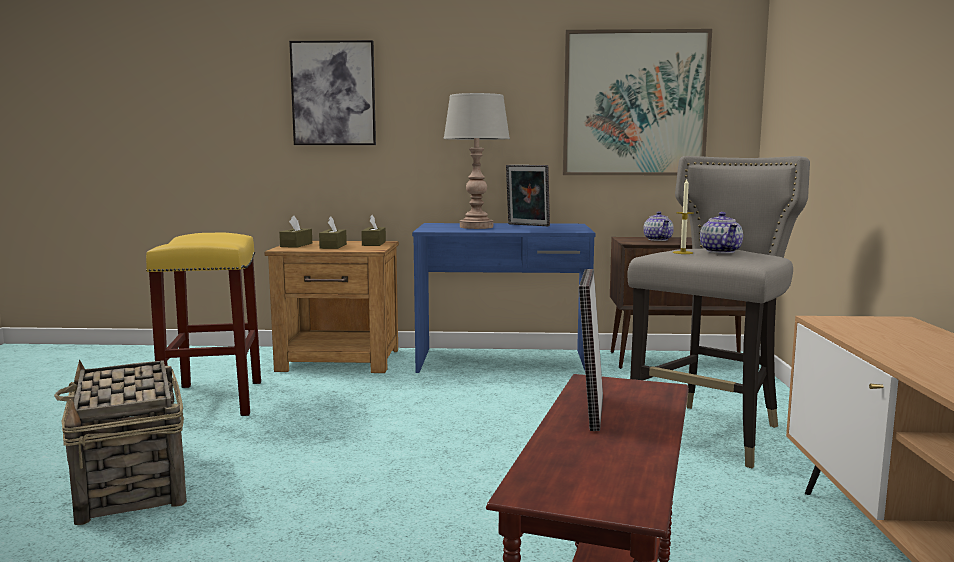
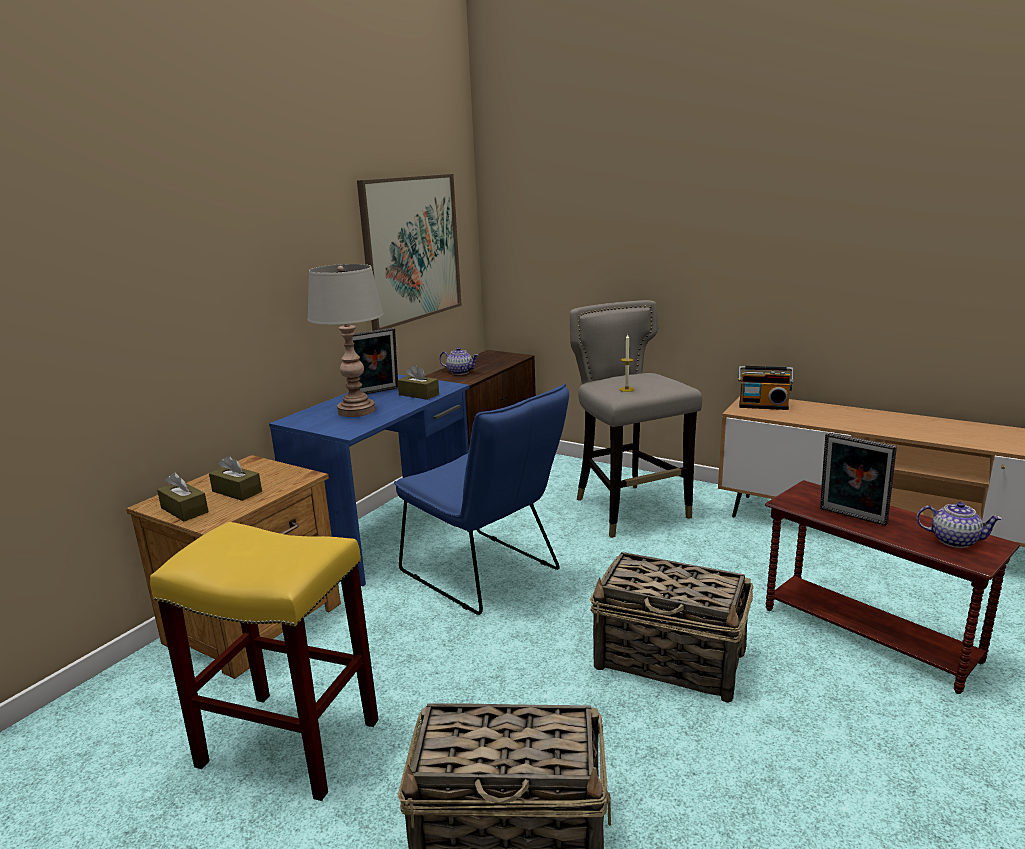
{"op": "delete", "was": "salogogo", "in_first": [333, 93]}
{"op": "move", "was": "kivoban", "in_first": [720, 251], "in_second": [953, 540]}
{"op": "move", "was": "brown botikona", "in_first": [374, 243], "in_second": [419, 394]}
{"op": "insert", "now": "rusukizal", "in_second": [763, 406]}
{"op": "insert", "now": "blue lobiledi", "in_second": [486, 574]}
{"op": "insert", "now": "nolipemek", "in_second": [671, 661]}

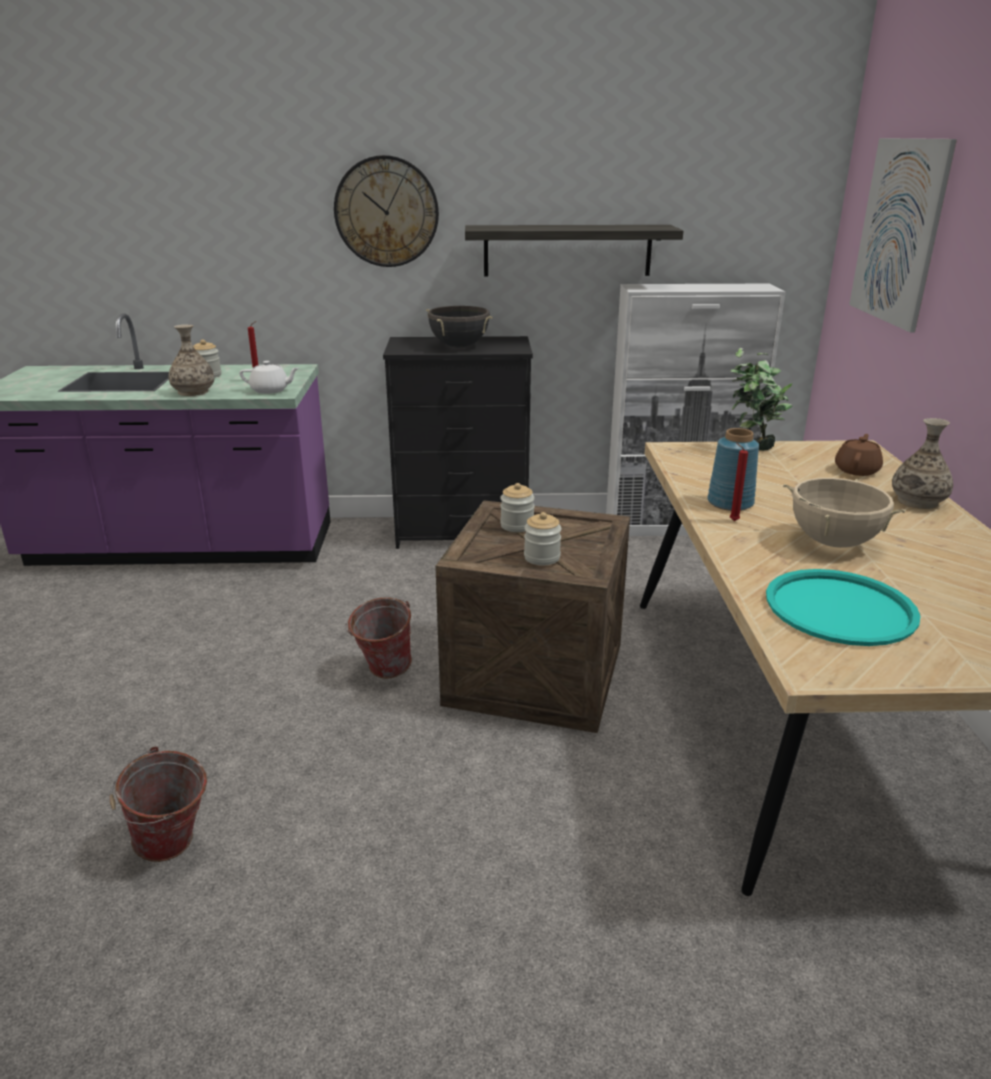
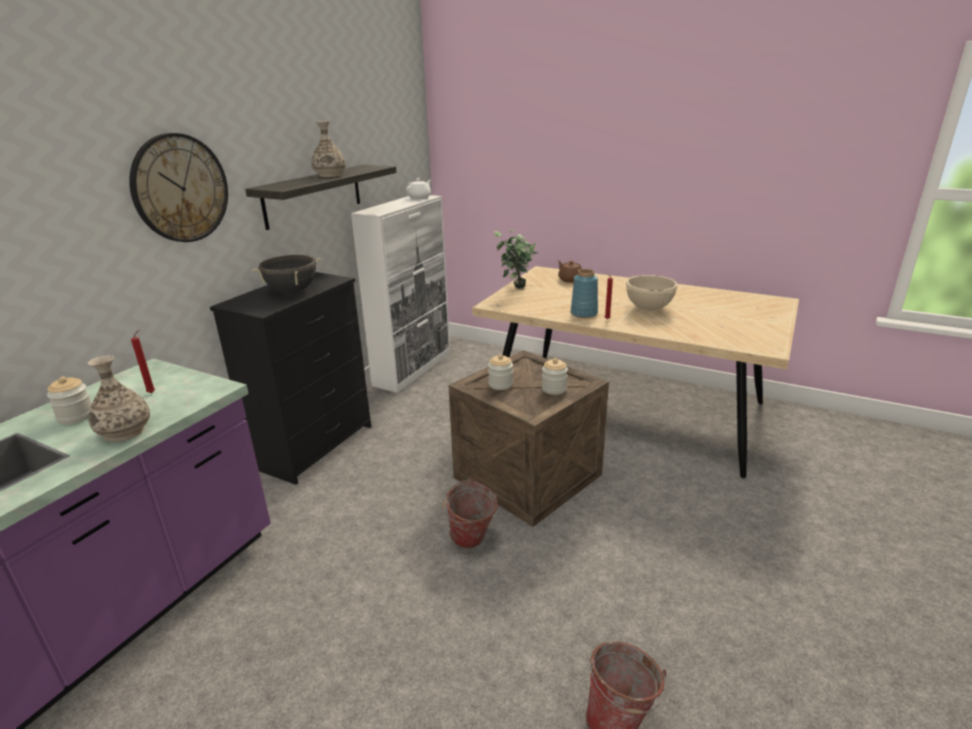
{"op": "delete", "was": "salogogo", "in_first": [899, 232]}
{"op": "move", "was": "white kivoban", "in_first": [270, 390], "in_second": [419, 197]}
{"op": "move", "was": "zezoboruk", "in_first": [917, 501], "in_second": [330, 175]}
{"op": "delete", "was": "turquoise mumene", "in_first": [840, 609]}

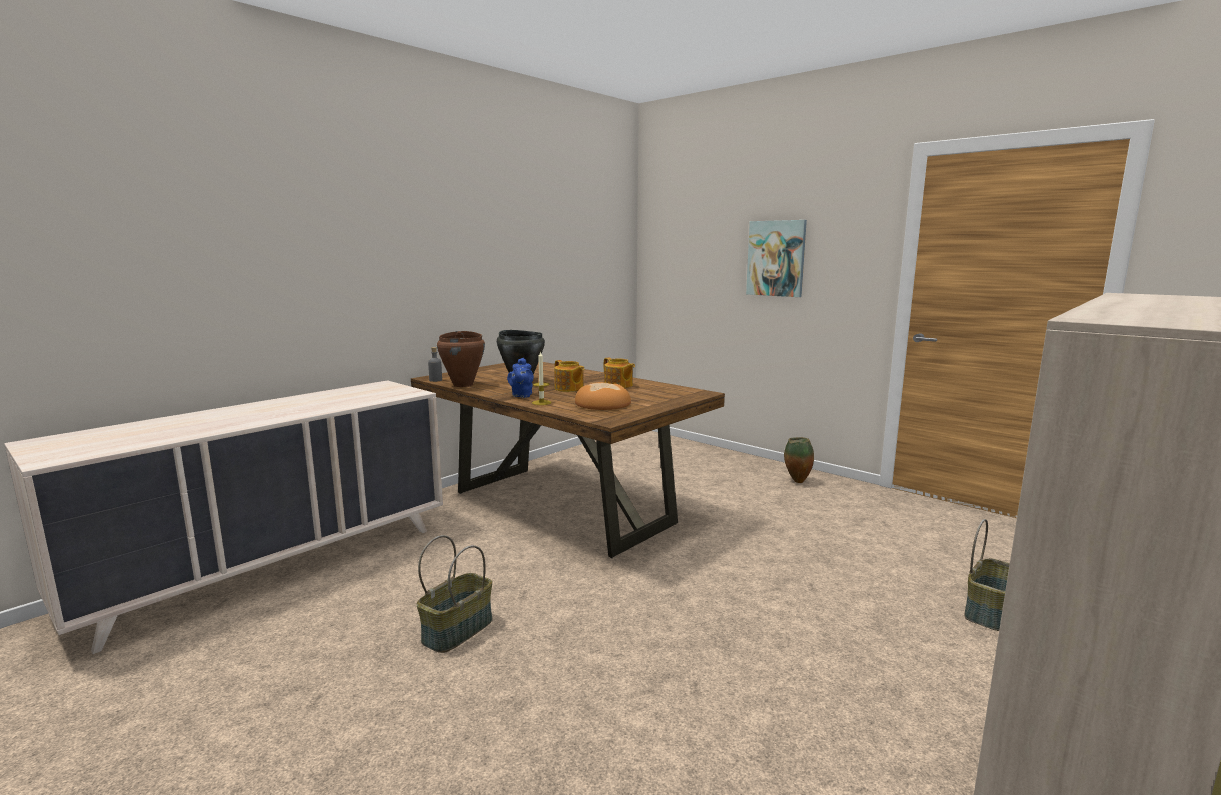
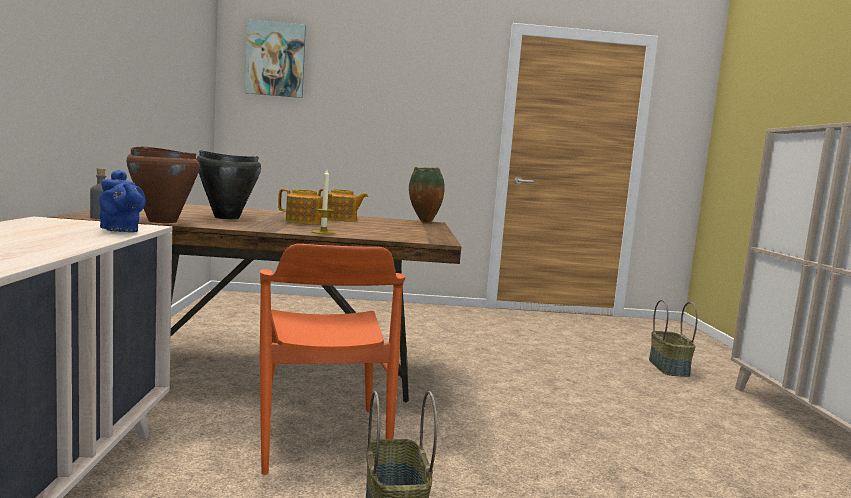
{"op": "move", "was": "salogogo", "in_first": [776, 258], "in_second": [275, 59]}
{"op": "move", "was": "blue kivoban", "in_first": [521, 395], "in_second": [120, 230]}
{"op": "delete", "was": "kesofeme", "in_first": [603, 404]}
{"op": "move", "was": "zezoboruk", "in_first": [797, 481], "in_second": [424, 222]}
{"op": "insert", "now": "orange lobiledi", "in_second": [321, 439]}

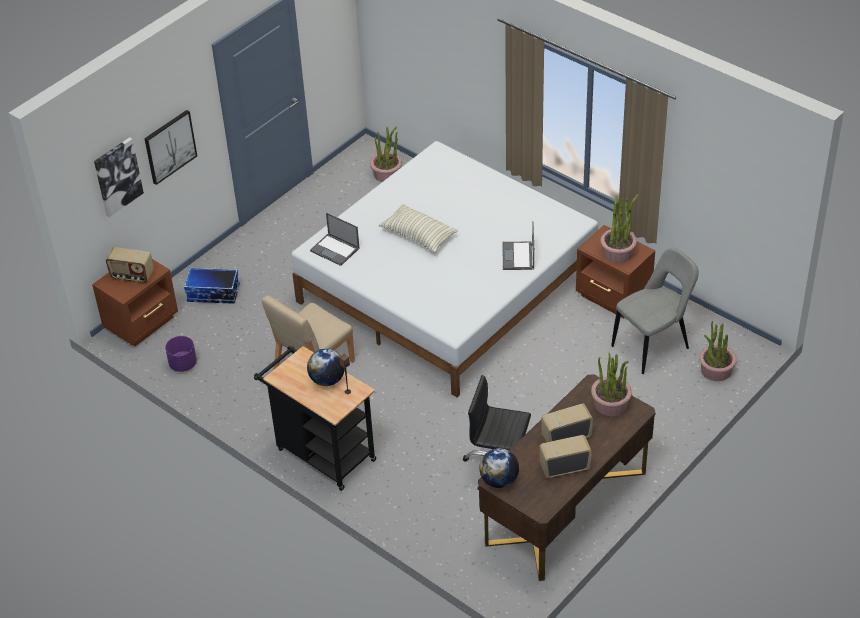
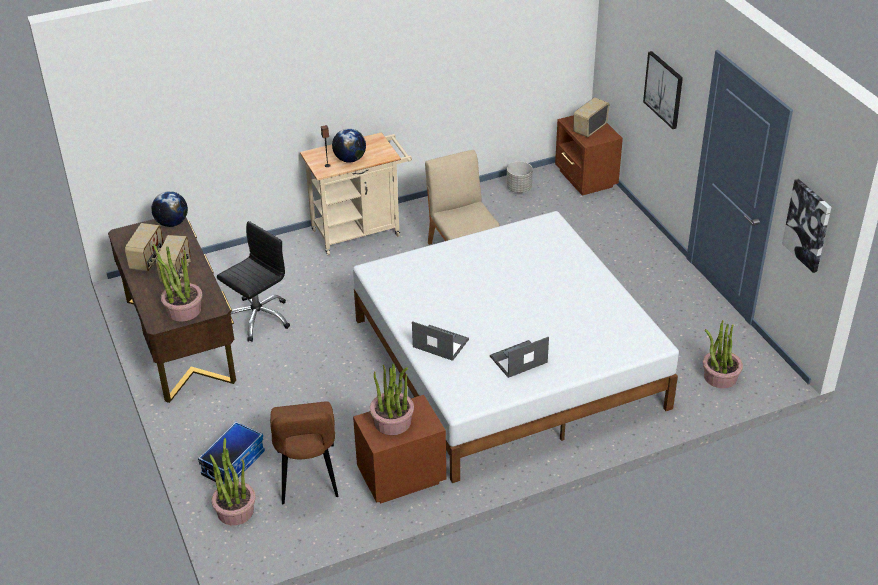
{"op": "move", "was": "salogogo", "in_first": [117, 176], "in_second": [808, 225]}
{"op": "delete", "was": "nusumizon", "in_first": [418, 235]}
{"op": "move", "was": "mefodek", "in_first": [335, 250], "in_second": [518, 360]}
{"op": "recolor", "was": "grey lobiledi", "now": "brown lobiledi", "in_first": [653, 346], "in_second": [308, 477]}
{"op": "move", "was": "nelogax", "in_first": [213, 294], "in_second": [233, 463]}
{"op": "recolor", "was": "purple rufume", "now": "grey rufume", "in_first": [183, 364], "in_second": [519, 188]}
{"op": "recolor", "was": "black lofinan", "now": "beige lofinan", "in_first": [321, 452], "in_second": [361, 231]}

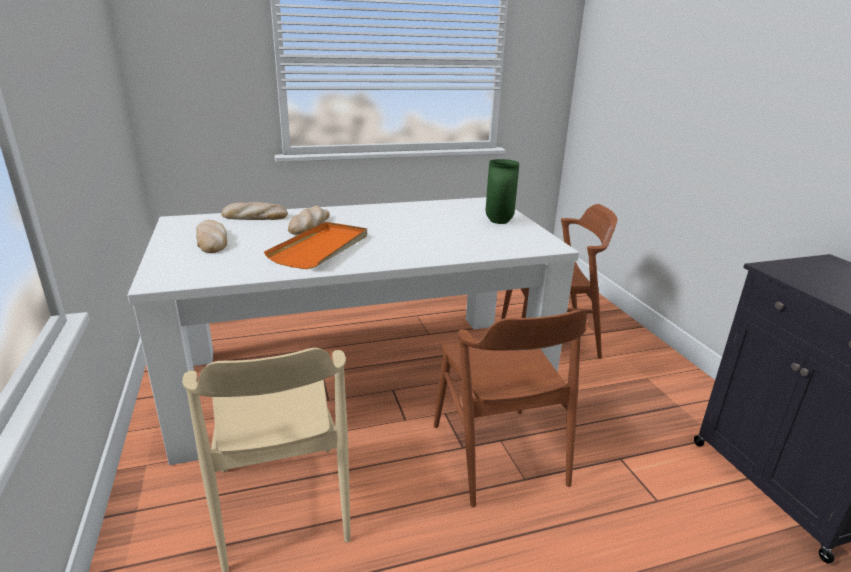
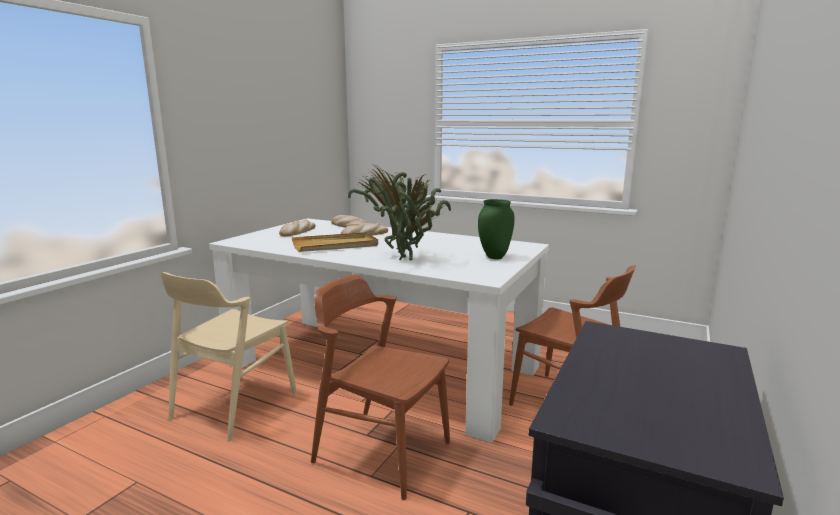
{"op": "recolor", "was": "orange mumene", "now": "beige mumene", "in_first": [321, 248], "in_second": [335, 245]}
{"op": "rotate", "was": "brown lobiledi", "in_first": [498, 454], "in_second": [381, 451], "clockwise": 90}
{"op": "insert", "now": "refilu", "in_second": [403, 258]}

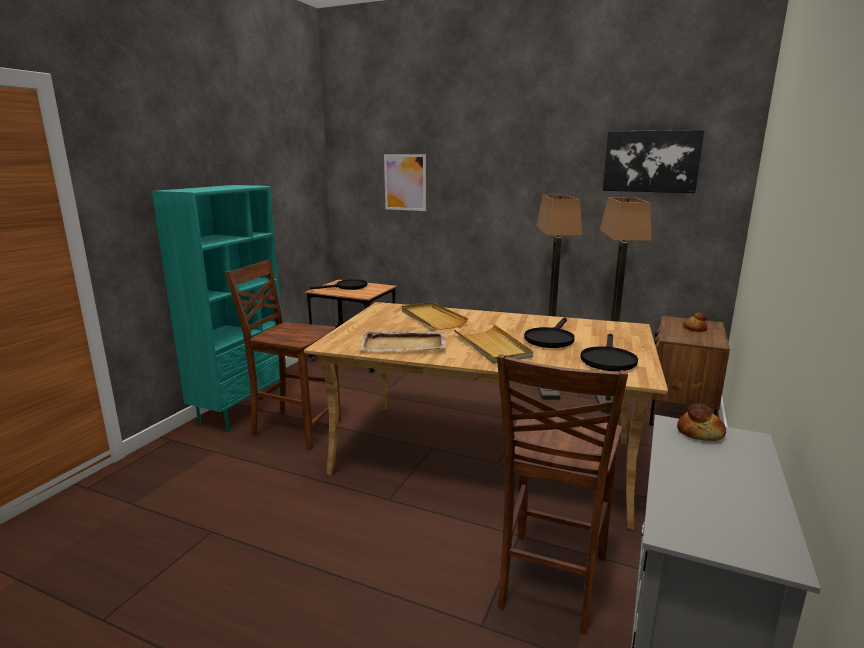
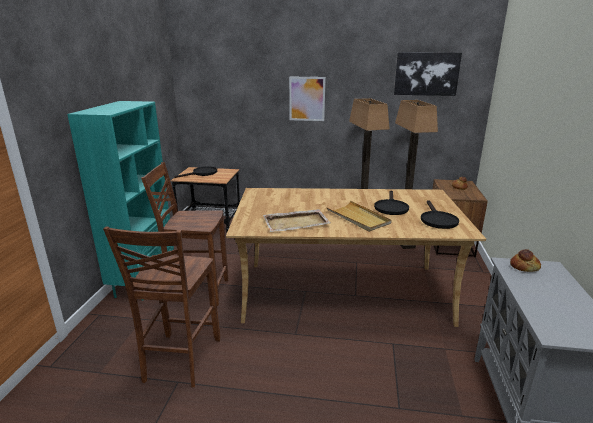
{"op": "move", "was": "salogogo", "in_first": [405, 182], "in_second": [307, 99]}
{"op": "delete", "was": "beige mumene", "in_first": [432, 318]}
{"op": "move", "was": "brown lobiledi", "in_first": [549, 582], "in_second": [180, 360]}

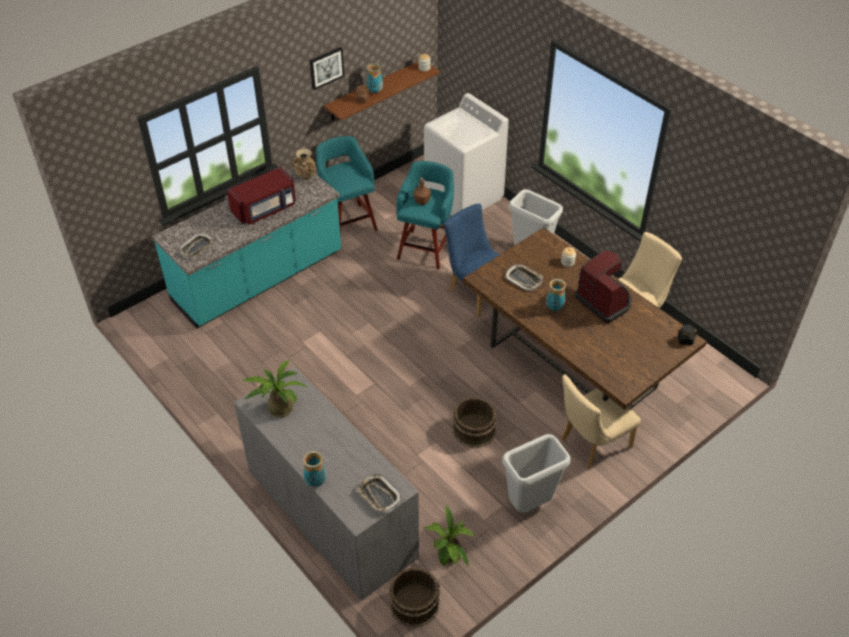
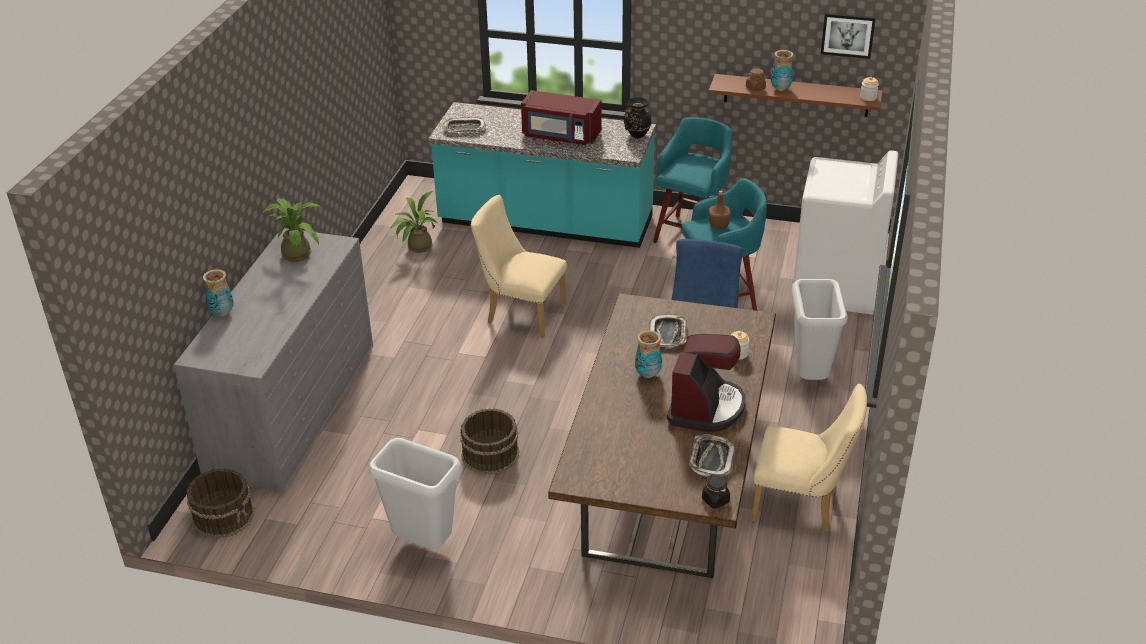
{"op": "move", "was": "salogogo", "in_first": [326, 67], "in_second": [848, 35]}
{"op": "recolor", "was": "beige zezoboruk", "now": "black zezoboruk", "in_first": [305, 177], "in_second": [636, 135]}
{"op": "move", "was": "beige lobiledi", "in_first": [590, 444], "in_second": [520, 313]}
{"op": "move", "was": "mumene", "in_first": [378, 495], "in_second": [711, 459]}
{"op": "move", "was": "refilu", "in_first": [449, 557], "in_second": [417, 247]}

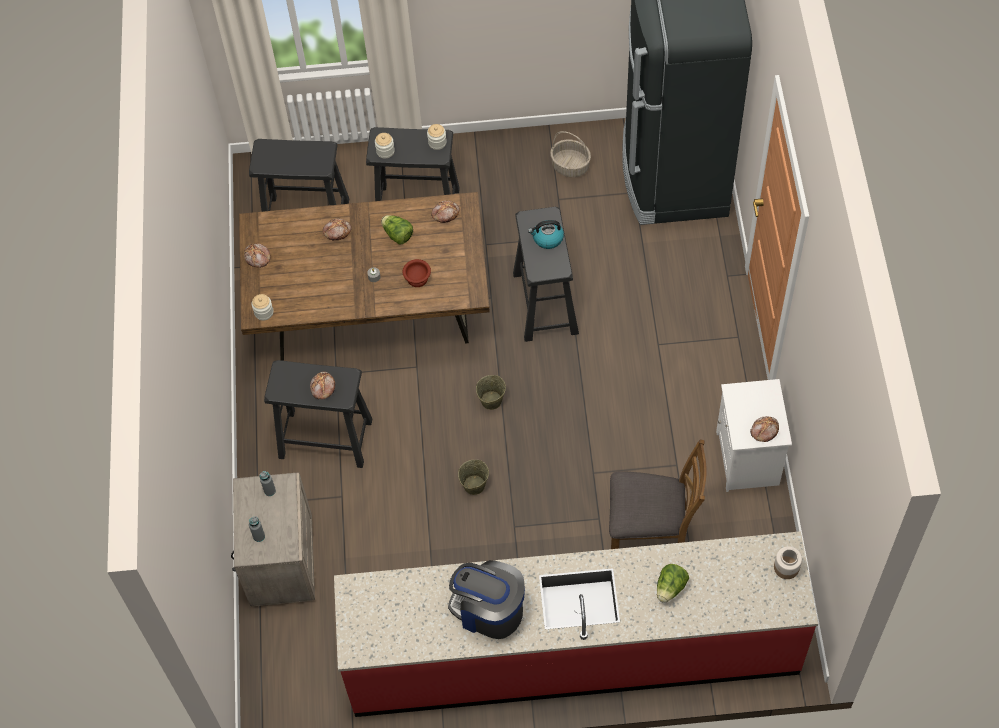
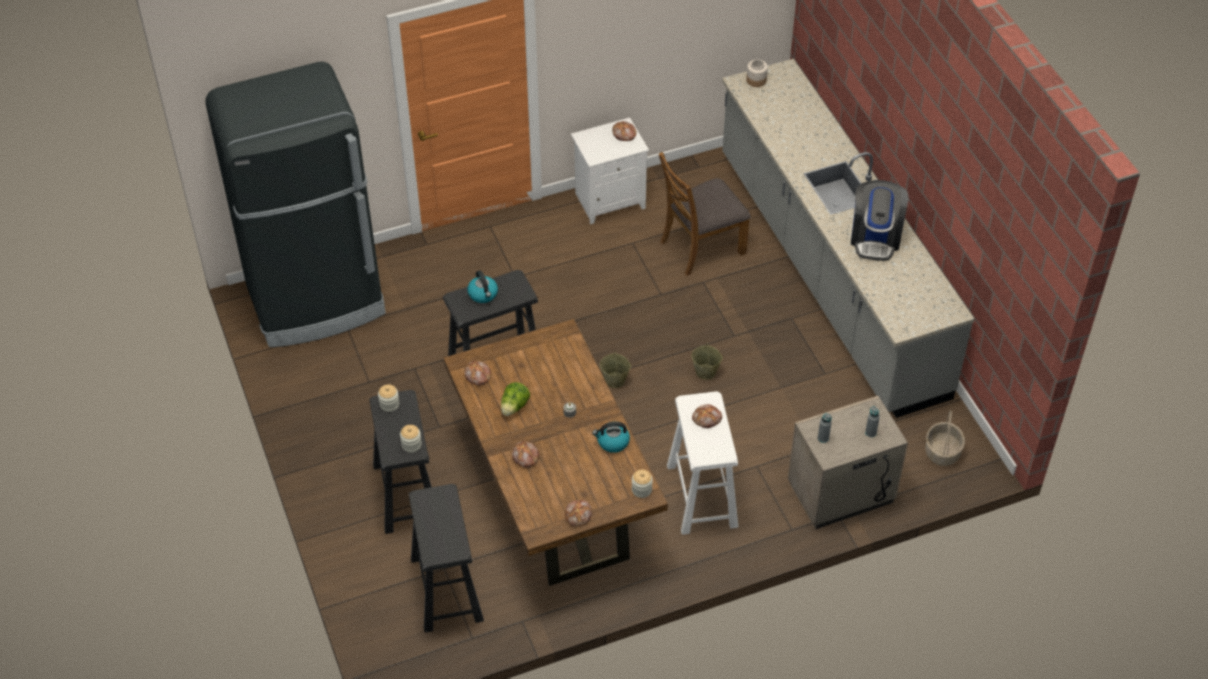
{"op": "move", "was": "nolipemek", "in_first": [570, 166], "in_second": [942, 452]}
{"op": "delete", "was": "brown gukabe", "in_first": [416, 279]}
{"op": "recolor", "was": "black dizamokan", "now": "white dizamokan", "in_first": [325, 438], "in_second": [702, 496]}
{"op": "rotate", "was": "brown lobiledi", "in_first": [651, 532], "in_second": [701, 247], "clockwise": -105}
{"op": "recolor", "was": "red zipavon", "now": "grey zipavon", "in_first": [572, 652], "in_second": [829, 274]}
{"op": "delete", "was": "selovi", "in_first": [670, 588]}
{"op": "insert", "now": "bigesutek", "in_second": [612, 442]}

